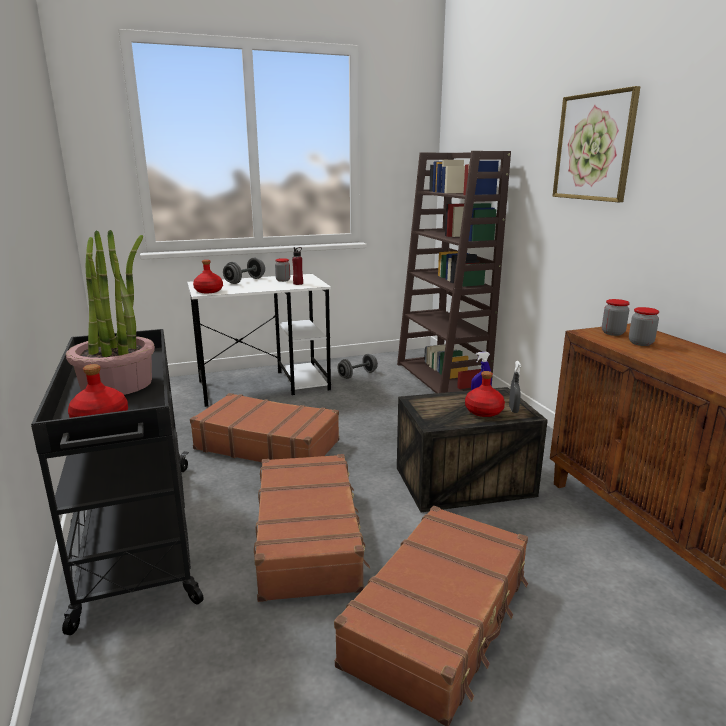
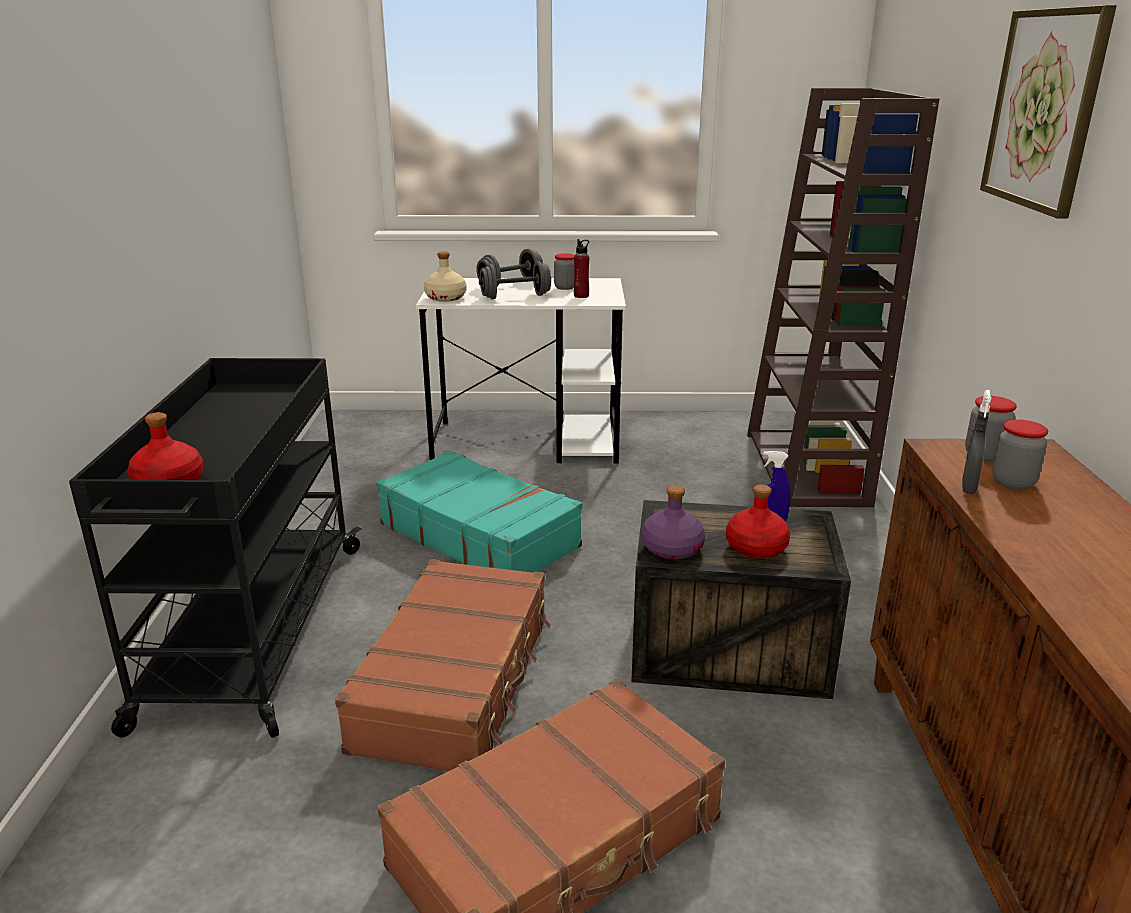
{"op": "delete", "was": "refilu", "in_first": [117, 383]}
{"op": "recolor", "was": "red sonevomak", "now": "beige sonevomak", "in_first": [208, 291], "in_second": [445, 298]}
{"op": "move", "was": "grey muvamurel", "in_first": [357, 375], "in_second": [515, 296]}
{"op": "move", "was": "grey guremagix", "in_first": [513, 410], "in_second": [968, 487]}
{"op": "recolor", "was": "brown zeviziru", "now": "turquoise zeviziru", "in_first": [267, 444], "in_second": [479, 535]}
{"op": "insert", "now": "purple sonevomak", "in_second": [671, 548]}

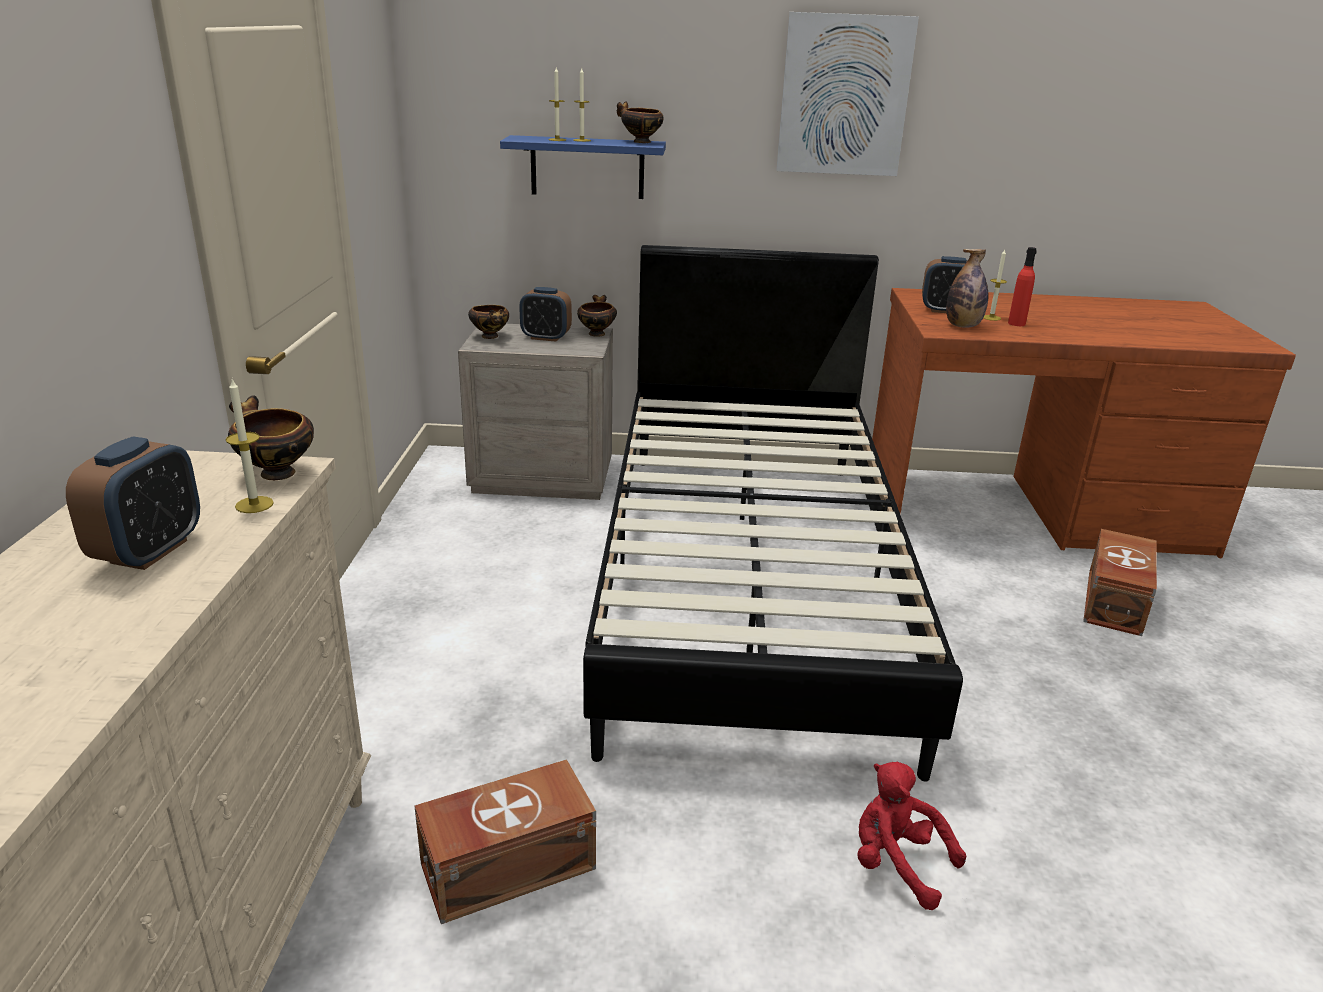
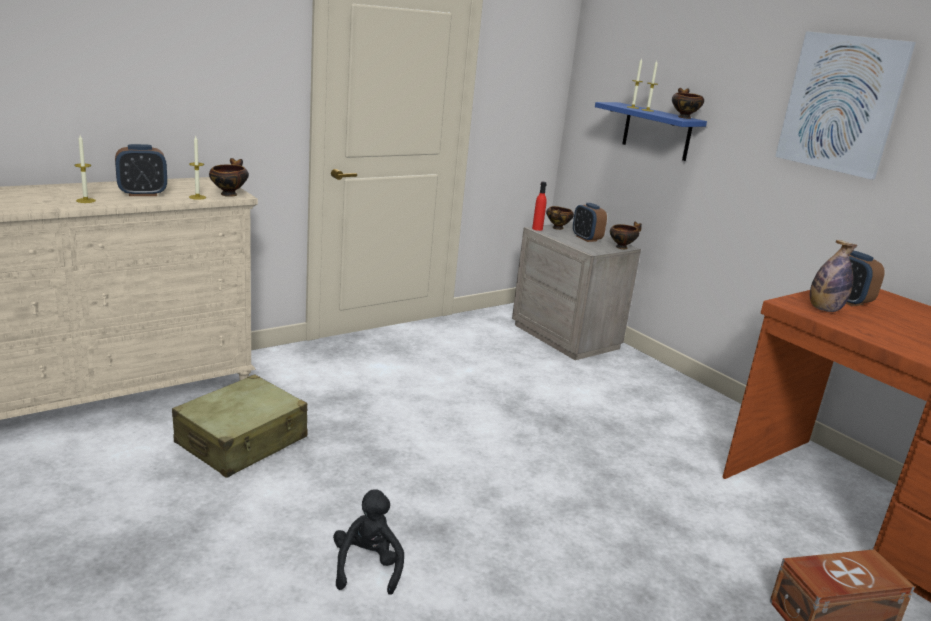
{"op": "delete", "was": "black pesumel", "in_first": [749, 579]}
{"op": "move", "was": "red sonevomak", "in_first": [1016, 323], "in_second": [537, 229]}
{"op": "move", "was": "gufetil", "in_first": [991, 318], "in_second": [85, 200]}
{"op": "replace", "was": "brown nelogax", "now": "beige zeviziru", "in_first": [505, 865], "in_second": [242, 441]}
{"op": "recolor", "was": "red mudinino", "now": "black mudinino", "in_first": [896, 863], "in_second": [367, 567]}

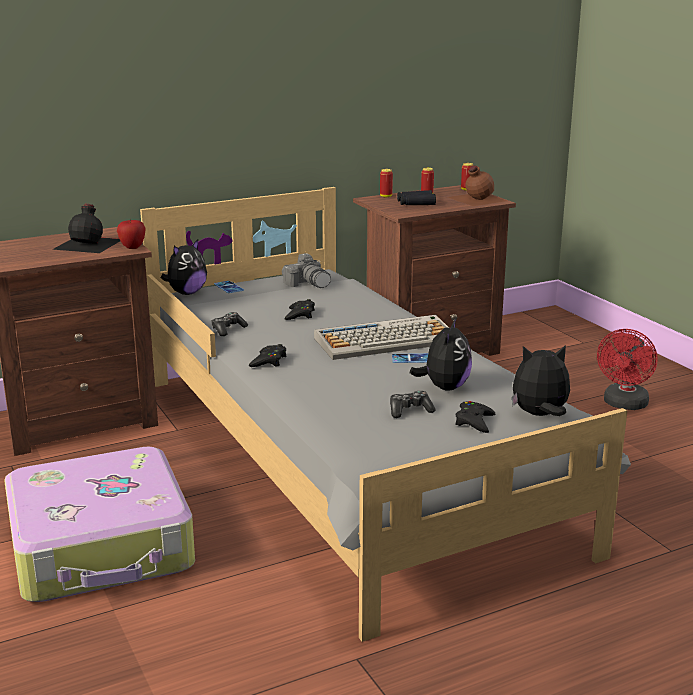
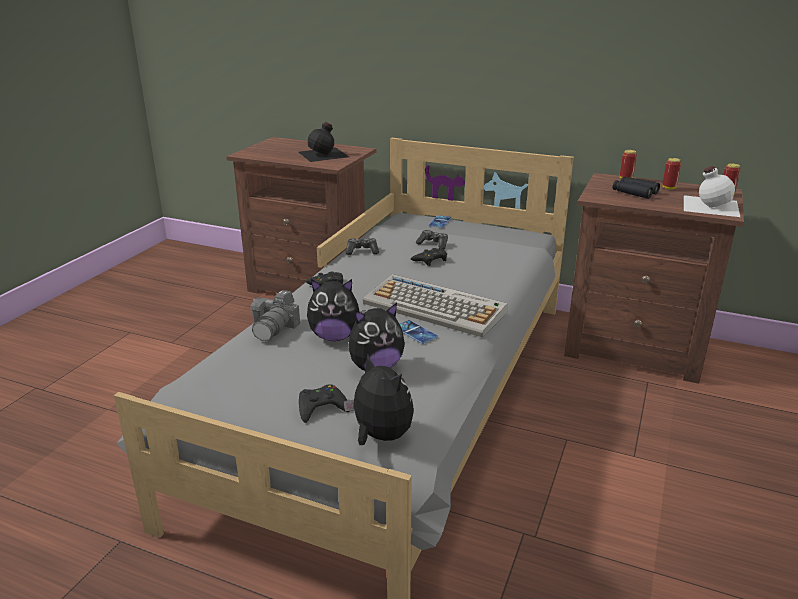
{"op": "recolor", "was": "brown sonevomak", "now": "white sonevomak", "in_first": [476, 198], "in_second": [709, 205]}
{"op": "delete", "was": "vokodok", "in_first": [132, 247]}
{"op": "move", "was": "mudinino", "in_first": [186, 293], "in_second": [335, 336]}
{"op": "move", "was": "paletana", "in_first": [308, 283], "in_second": [274, 328]}
{"op": "delete", "was": "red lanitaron", "in_first": [624, 405]}
{"op": "move", "was": "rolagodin", "in_first": [409, 410], "in_second": [433, 244]}
{"op": "delete", "was": "zeviziru", "in_first": [102, 546]}

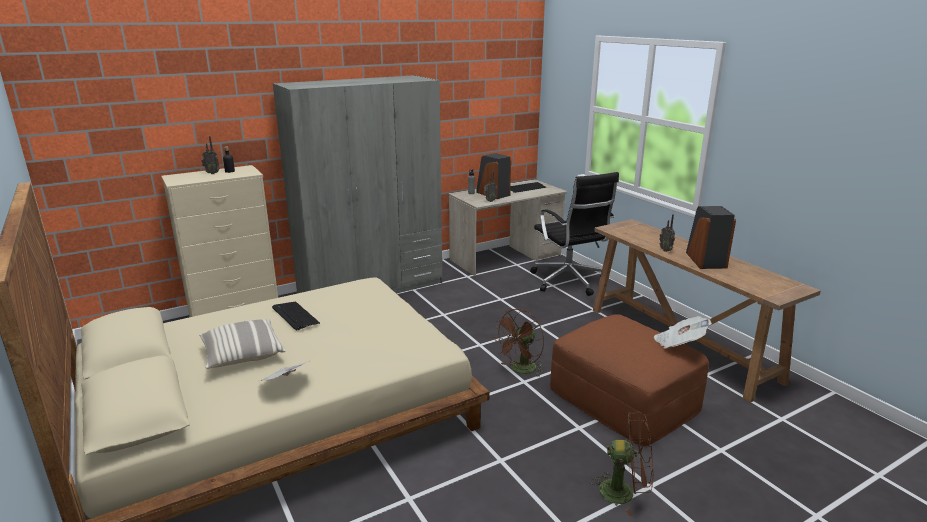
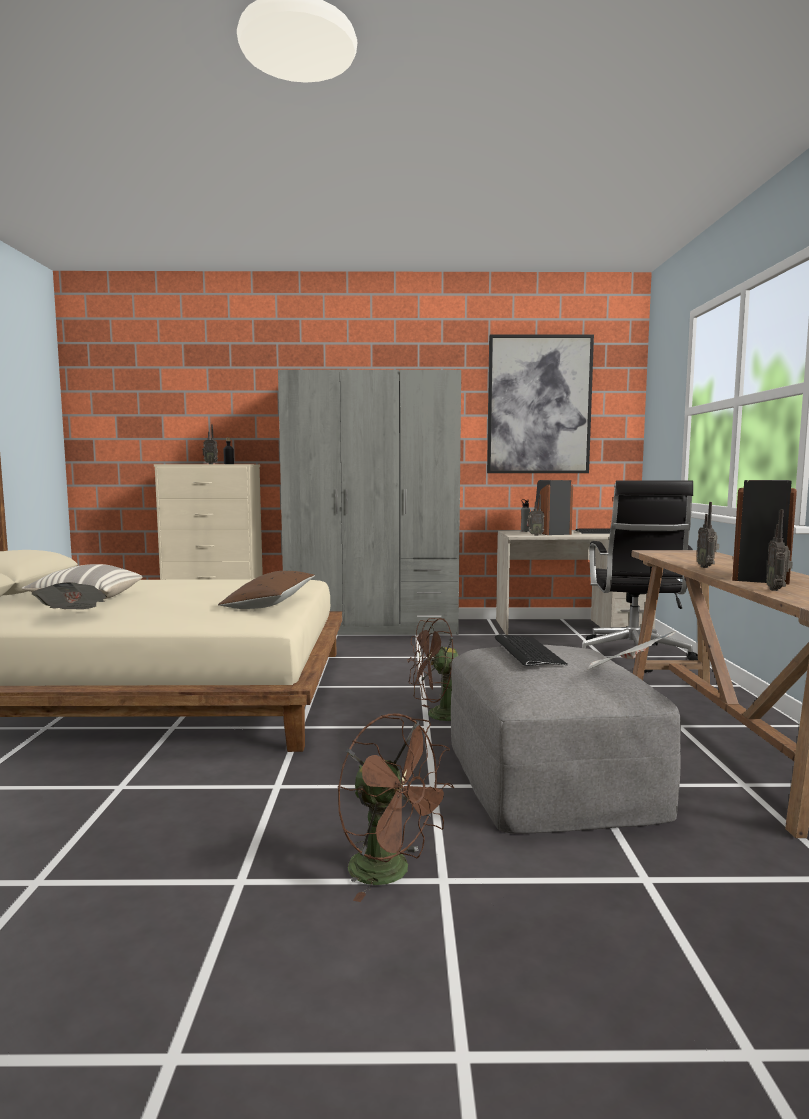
{"op": "move", "was": "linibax", "in_first": [295, 316], "in_second": [527, 652]}
{"op": "recolor", "was": "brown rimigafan", "now": "grey rimigafan", "in_first": [624, 398], "in_second": [550, 775]}
{"op": "insert", "now": "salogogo", "in_second": [539, 405]}
{"op": "insert", "now": "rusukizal", "in_second": [777, 590]}
{"op": "insert", "now": "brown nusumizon", "in_second": [270, 603]}

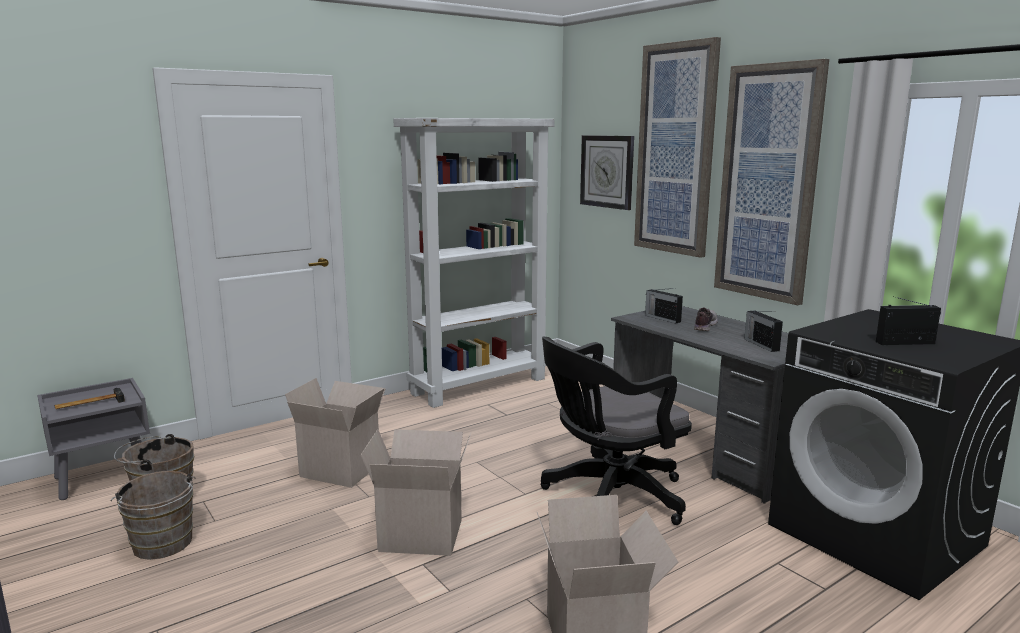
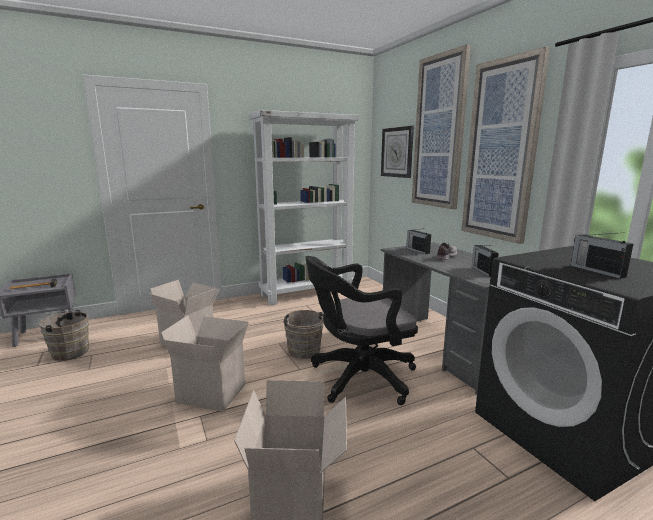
{"op": "rotate", "was": "rusukizal", "in_first": [906, 343], "in_second": [596, 270], "clockwise": -120}
{"op": "move", "was": "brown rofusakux", "in_first": [163, 546], "in_second": [305, 352]}

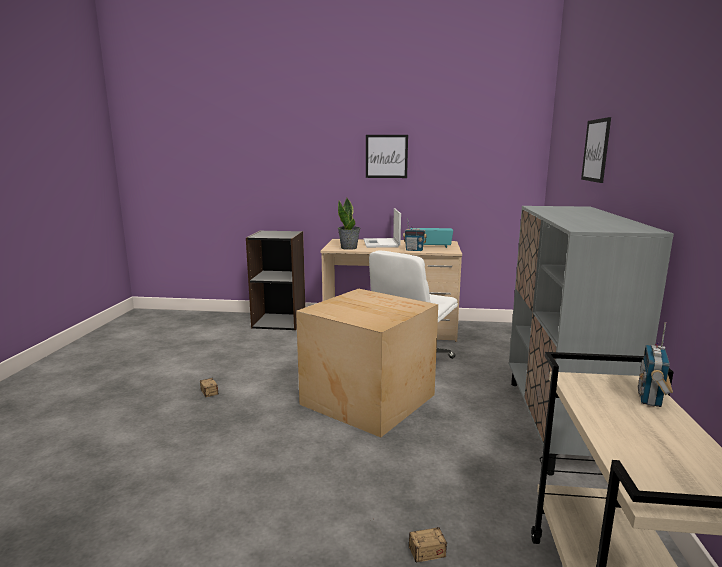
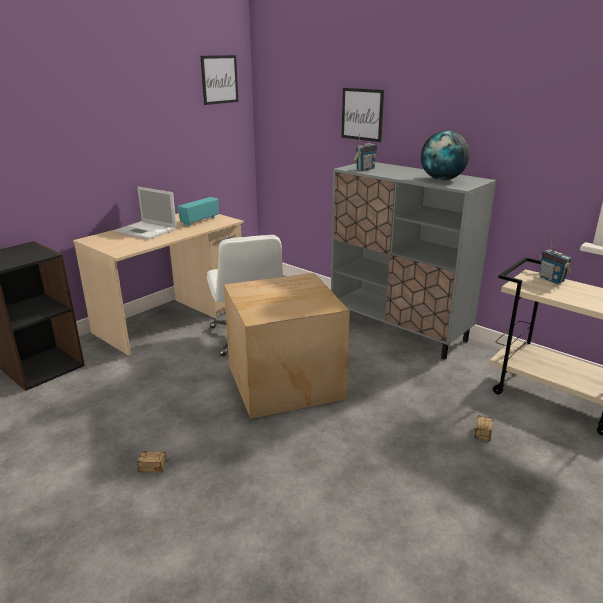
{"op": "move", "was": "salogogo", "in_first": [386, 156], "in_second": [219, 79]}
{"op": "delete", "was": "refilu", "in_first": [349, 248]}
{"op": "move", "was": "rusukizal", "in_first": [414, 250], "in_second": [365, 169]}
{"op": "insert", "now": "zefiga", "in_second": [442, 179]}

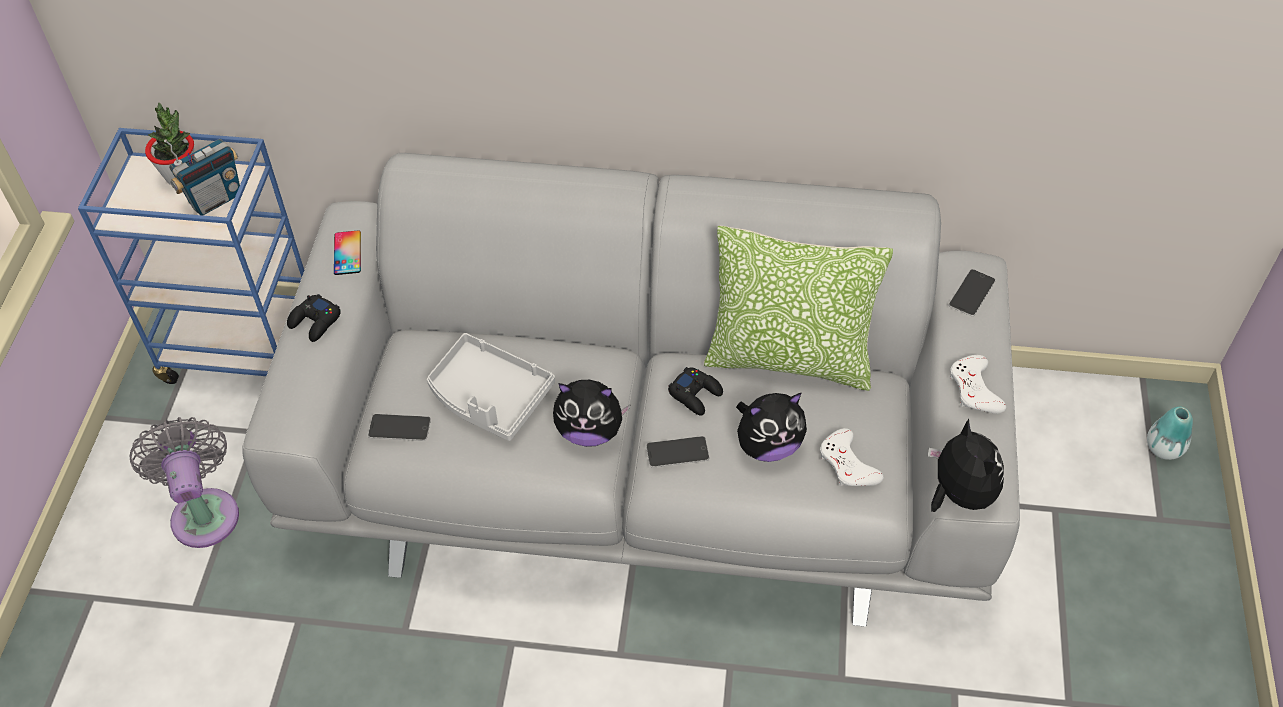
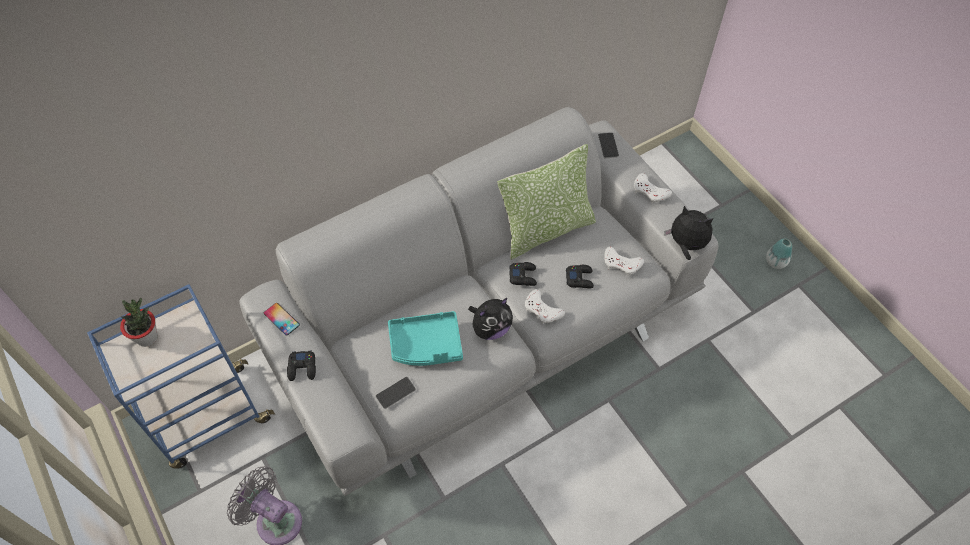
{"op": "delete", "was": "rusukizal", "in_first": [215, 199]}
{"op": "recolor", "was": "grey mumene", "now": "turquoise mumene", "in_first": [489, 396], "in_second": [426, 345]}
{"op": "replace", "was": "mudinino", "now": "black rolagodin", "in_first": [768, 445], "in_second": [579, 278]}
{"op": "move", "was": "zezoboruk", "in_first": [1163, 448], "in_second": [775, 262]}
{"op": "replace", "was": "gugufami", "now": "white rolagodin", "in_first": [677, 452], "in_second": [542, 310]}

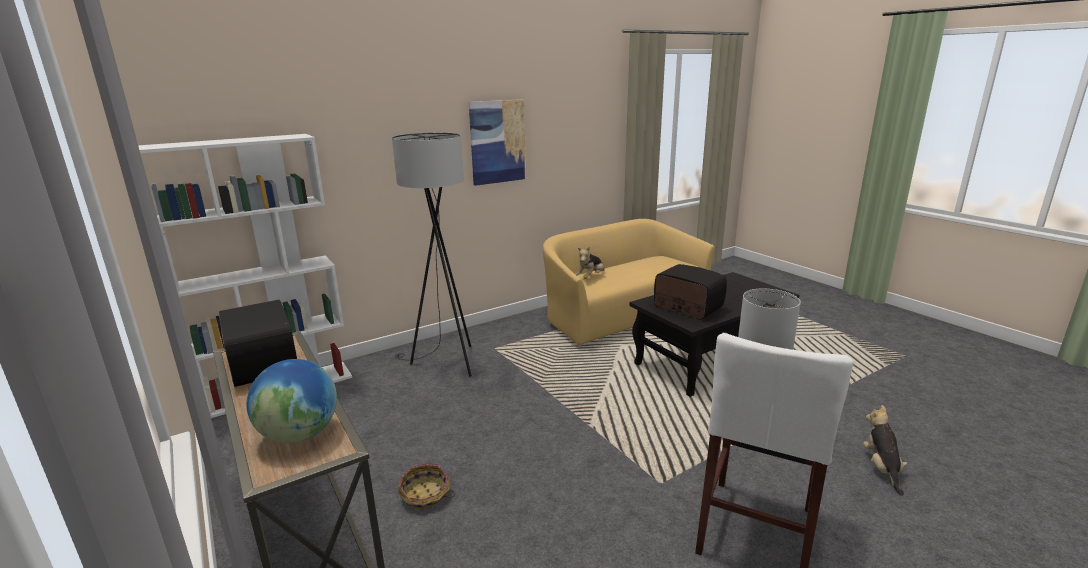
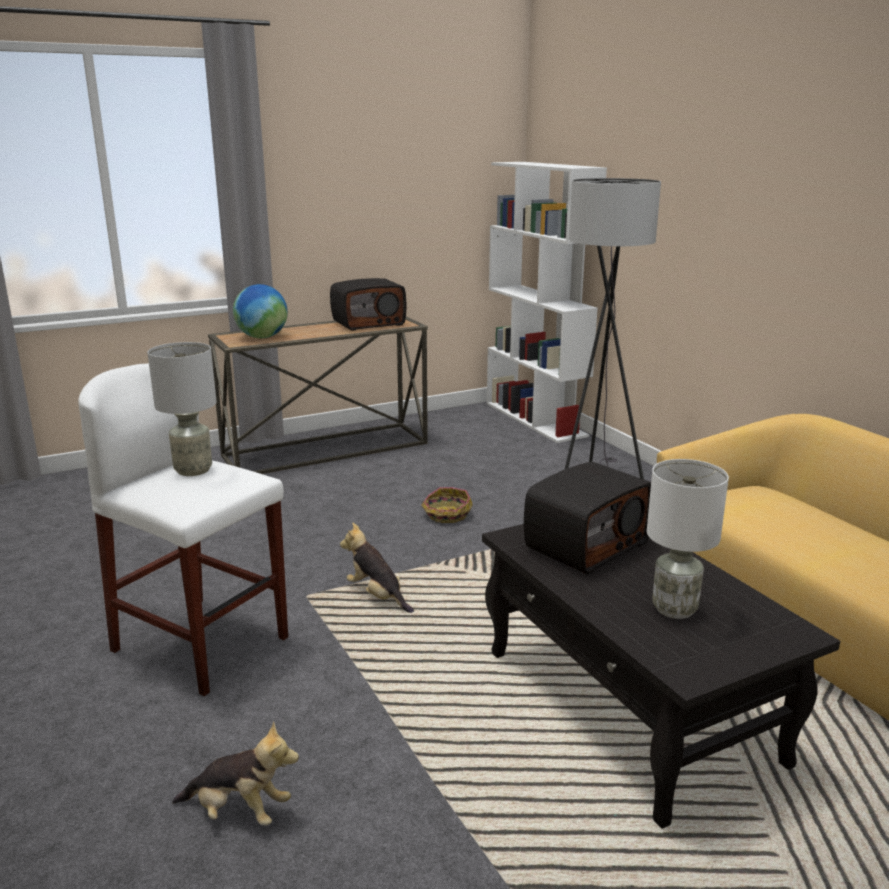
{"op": "delete", "was": "salogogo", "in_first": [497, 142]}
{"op": "move", "was": "mudinino", "in_first": [590, 277], "in_second": [377, 596]}
{"op": "move", "was": "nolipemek", "in_first": [425, 495], "in_second": [446, 515]}
{"op": "insert", "now": "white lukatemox", "in_second": [673, 608]}

